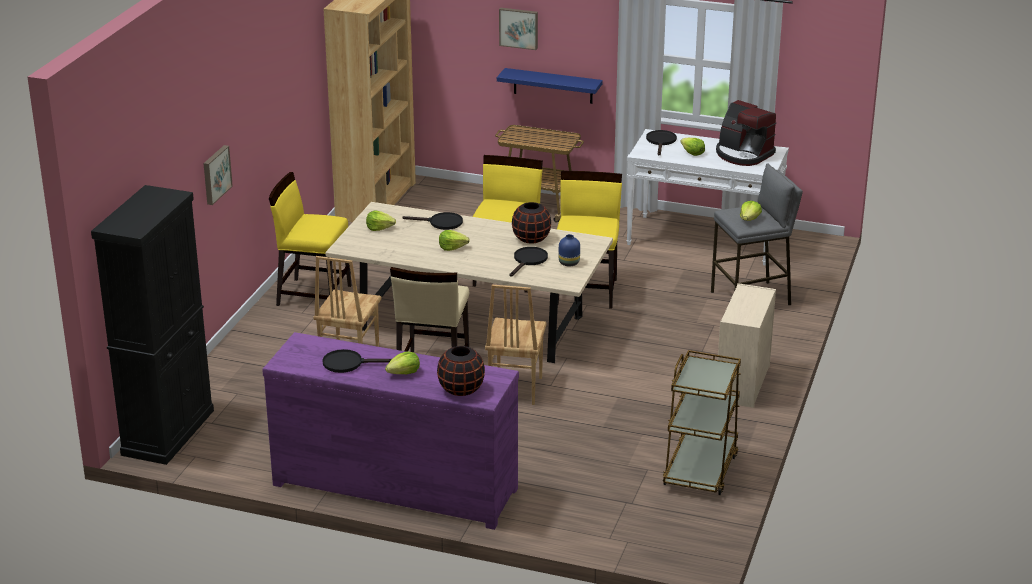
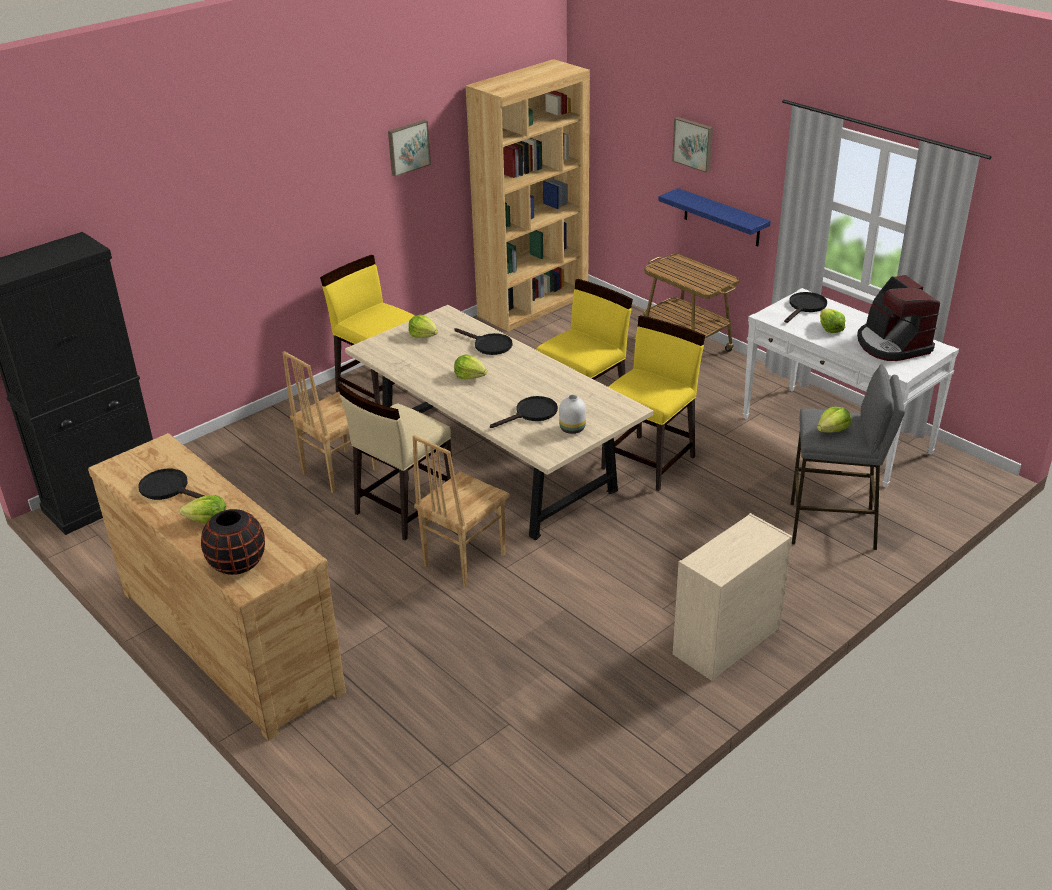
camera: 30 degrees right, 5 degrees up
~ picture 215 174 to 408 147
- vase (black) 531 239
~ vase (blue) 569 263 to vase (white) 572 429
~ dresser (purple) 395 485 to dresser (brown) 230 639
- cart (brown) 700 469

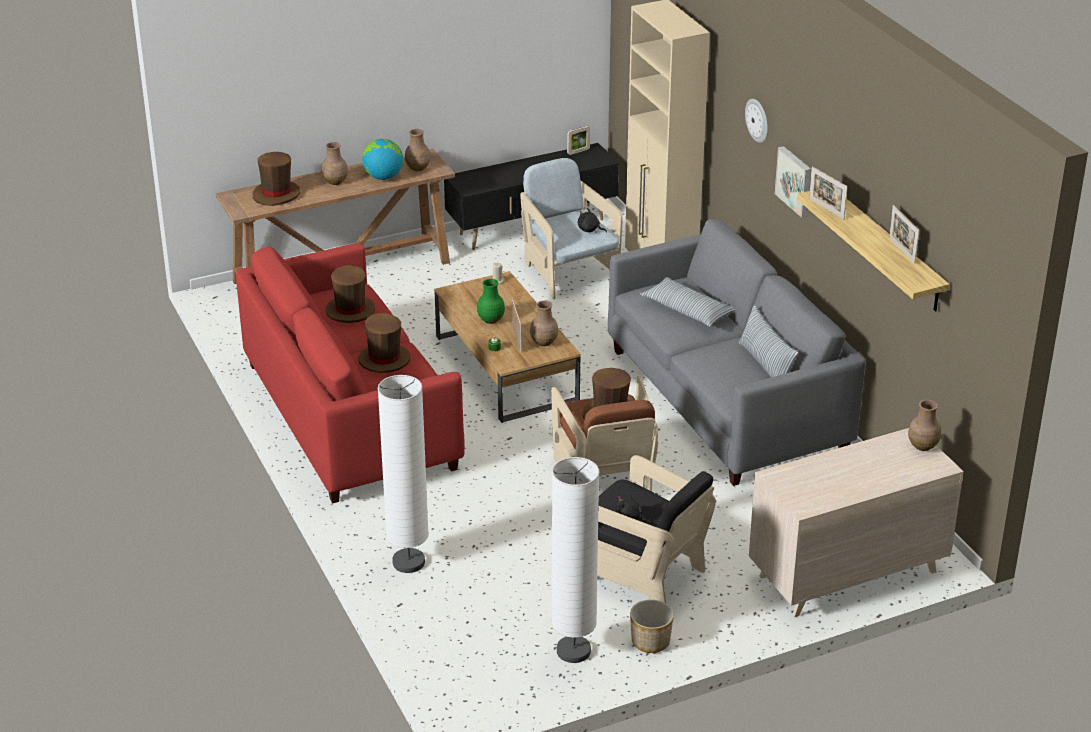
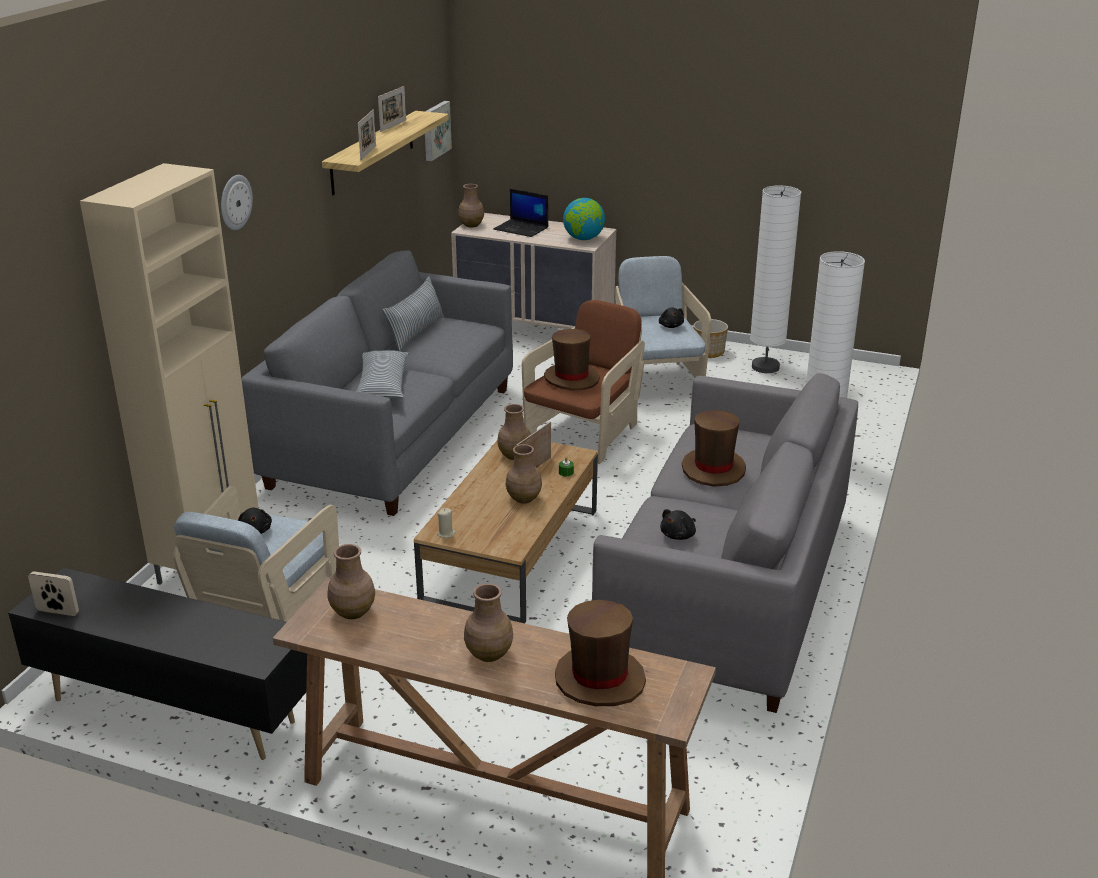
camera: 135 degrees left, 5 degrees down
~ globe 383 177 to 583 239
~ picture 795 181 to 435 130
~ sofa (red) 349 416 to sofa (grey) 728 590
~ hat (brown) 350 311 to plush toy (black) 679 535
~ vase (green) 490 320 to vase (brown) 524 498
~ armchair (black) 641 571 to armchair (beige) 655 380
+ laptop 522 228

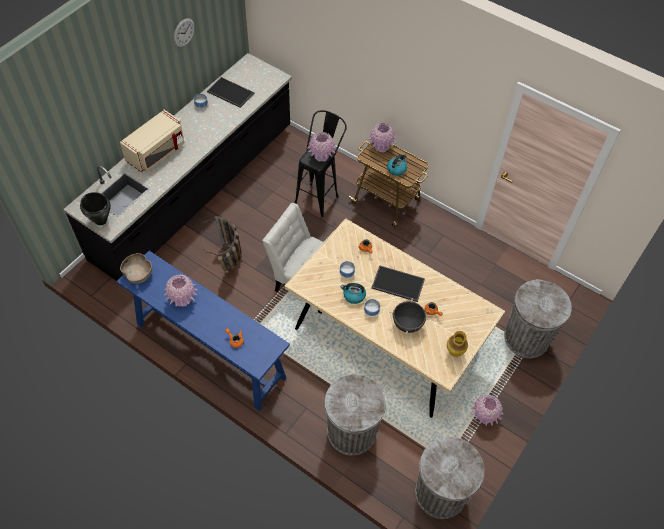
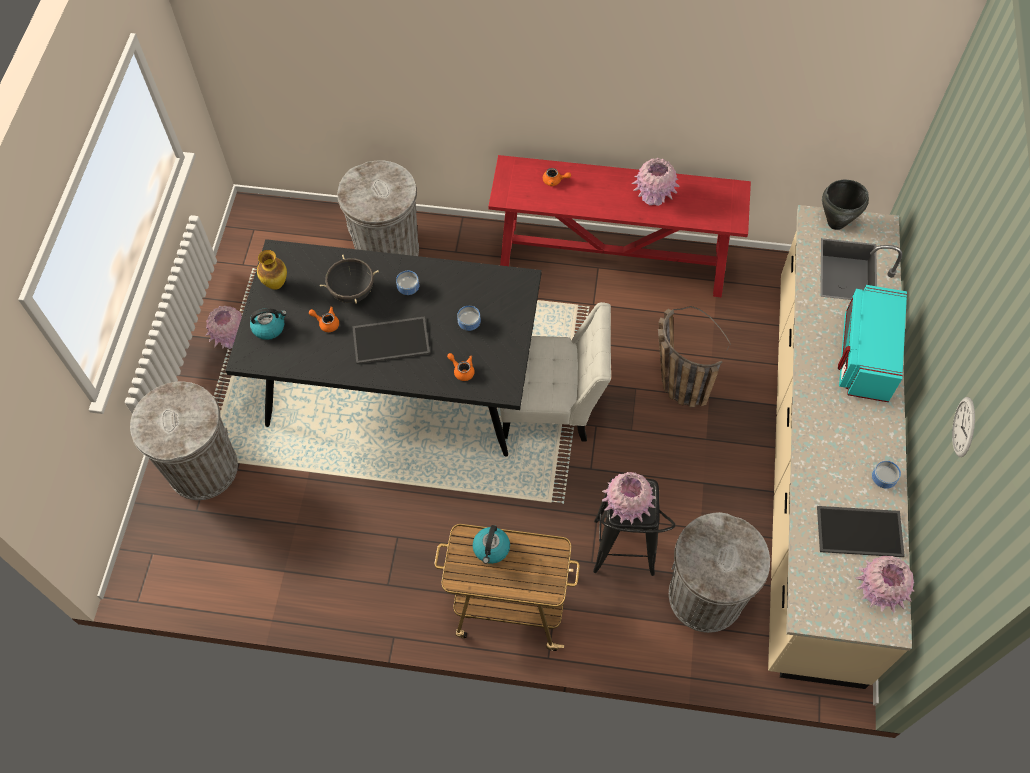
camera: 155 degrees right, 5 degrees up
~ counter (black) 196 191 to counter (beige) 815 467
~ microwave (beige) 157 152 to microwave (turquoise) 864 356
~ vase (pink) 381 147 to 878 591
~ dining table (beige) 388 337 to dining table (black) 397 379
~ console table (blue) 209 350 to console table (red) 613 261
- bowl (brown) 139 274
~ kettle 353 296 to 269 327
~ trash can (grey) 440 493 to 705 596

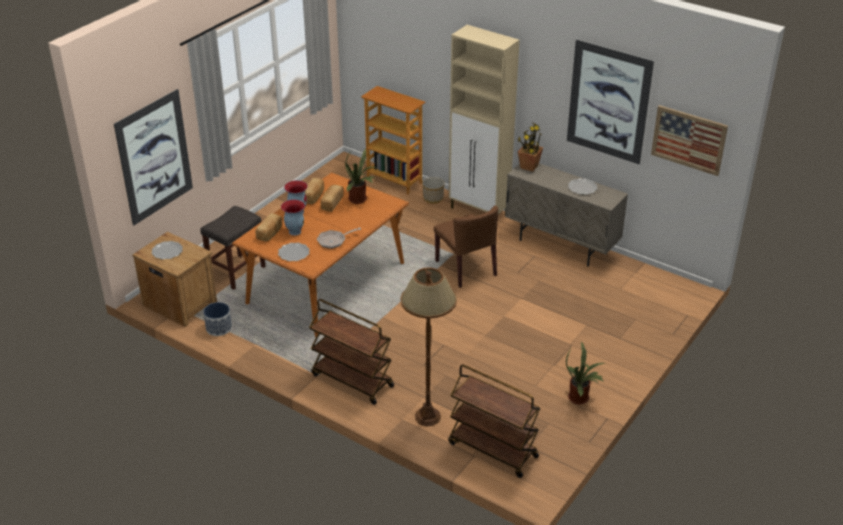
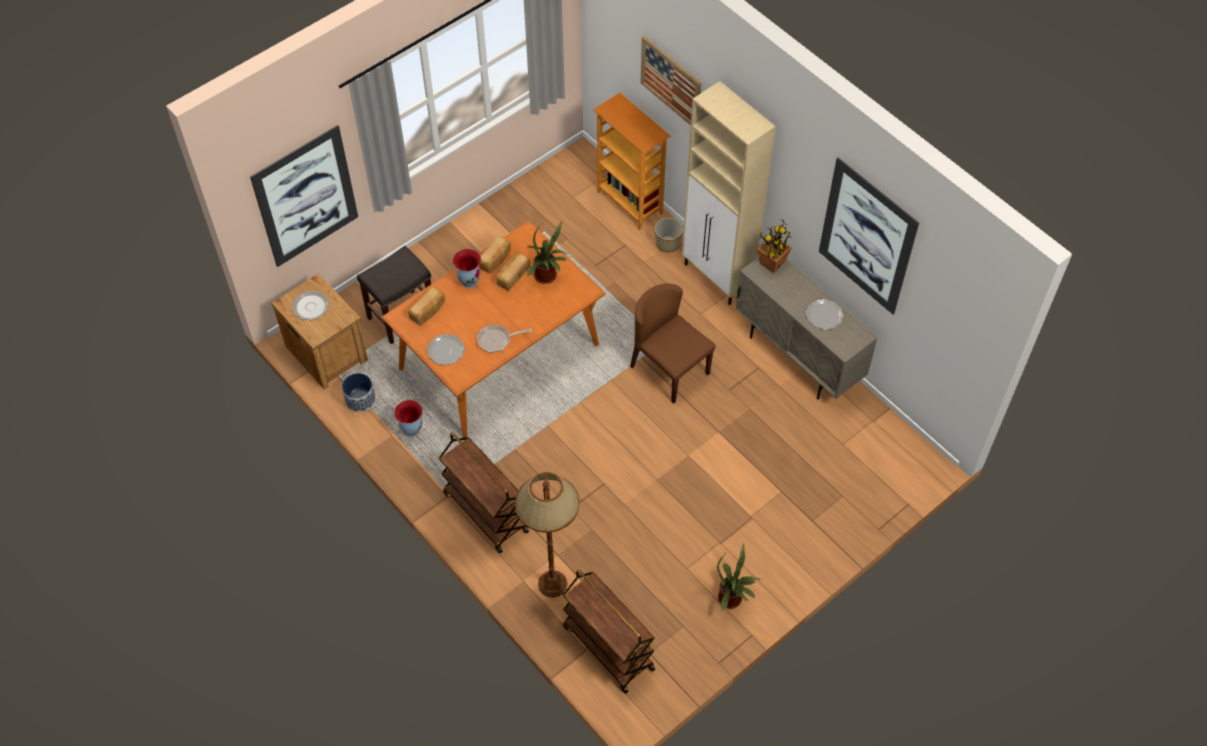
camera: 15 degrees right, 20 degrees up
~ picture 688 140 to 671 82
~ vase 294 231 to 412 430
~ chair (brown) 466 268 = 669 369 150 degrees clockwise

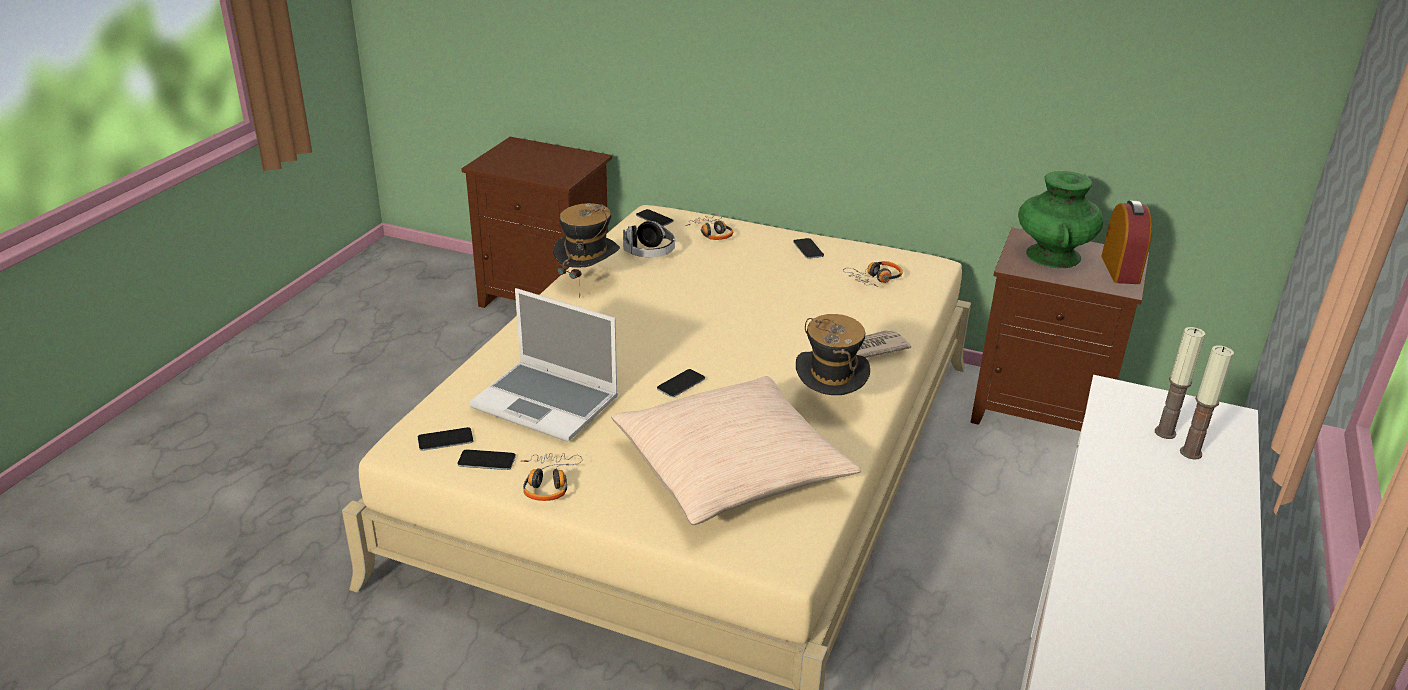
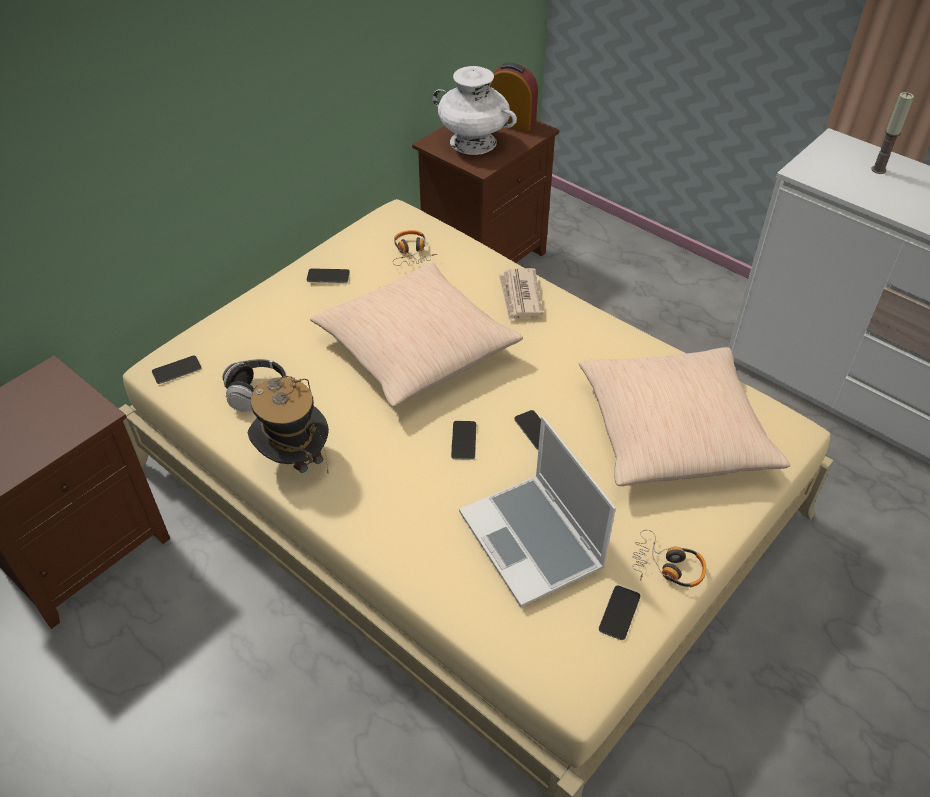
camera: 70 degrees left, 15 degrees up
~ vase (green) 1053 256 to vase (white) 473 142
- headphones 711 233
~ laptop 547 403 = 533 541 105 degrees clockwise
- hat 828 405
- candle 1165 432
~ phone 445 439 to 463 440
+ pillow (beige) 415 348

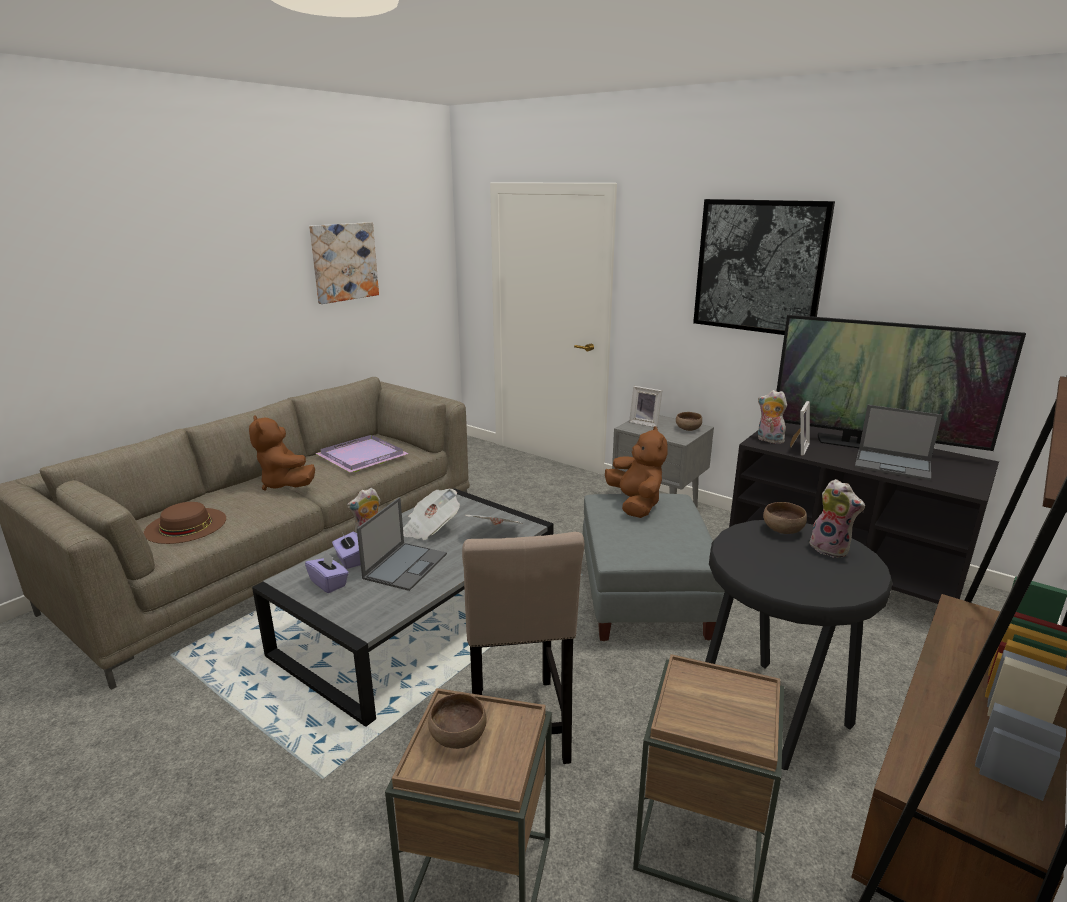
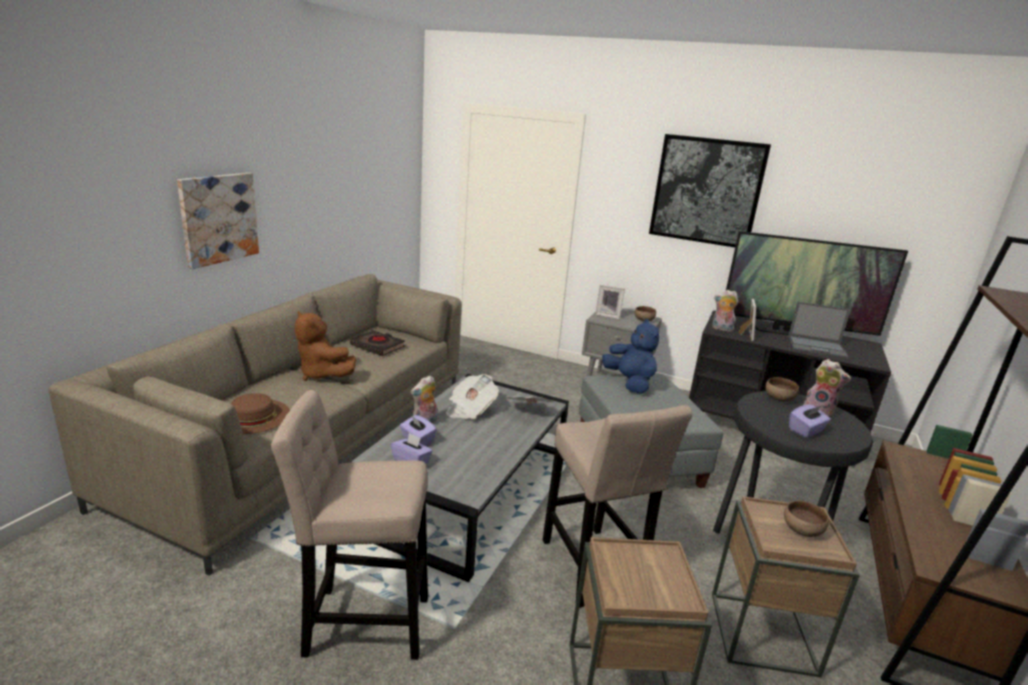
camera: 15 degrees left, 0 degrees up
~ picture 344 262 to 218 218
~ plush toy (brown) 635 504 to plush toy (blue) 629 383
~ tray (purple) 362 455 to book (black) 377 346
- laptop 405 565
~ bowl (brown) 457 737 to 801 531
+ stool (beige) 360 623
+ tissue box (purple) 806 431

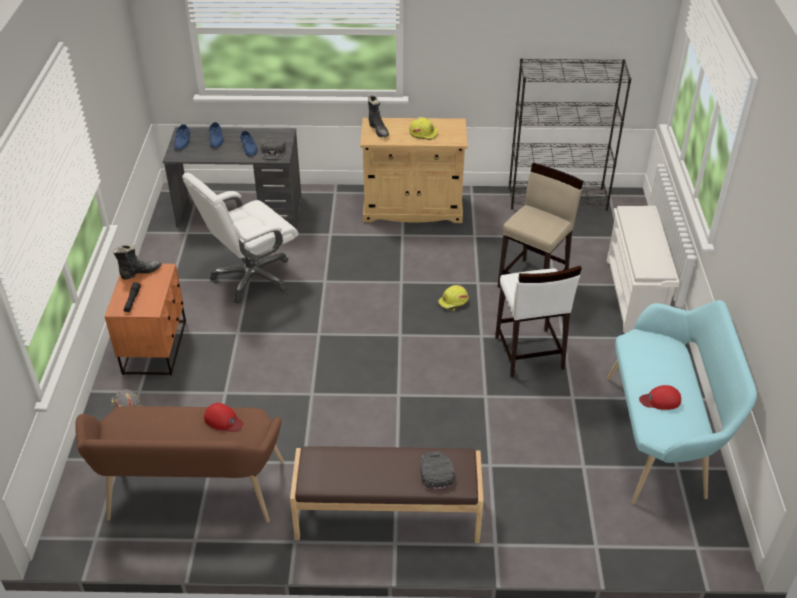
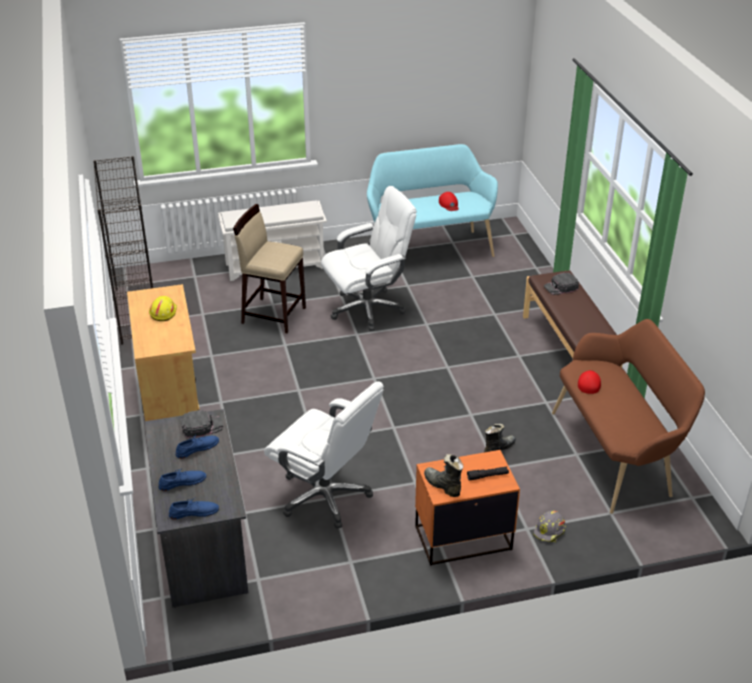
camera: 105 degrees left, 5 degrees down
~ boot (black) 378 130 to 498 449
~ stool (white) 528 353 to office chair (white) 367 309
- hard hat (yellow) 453 302

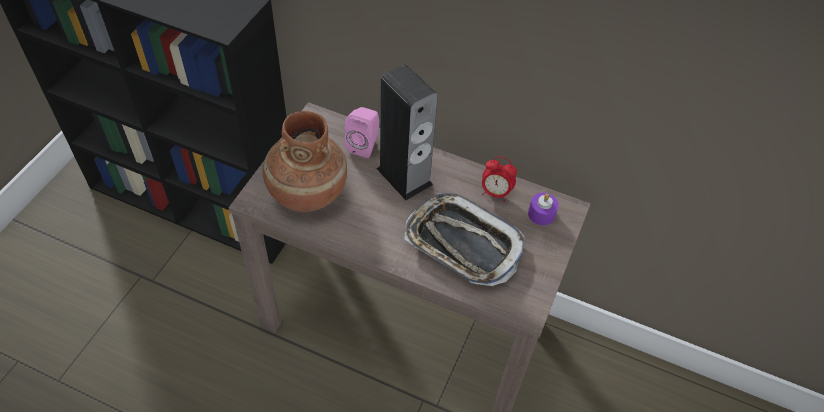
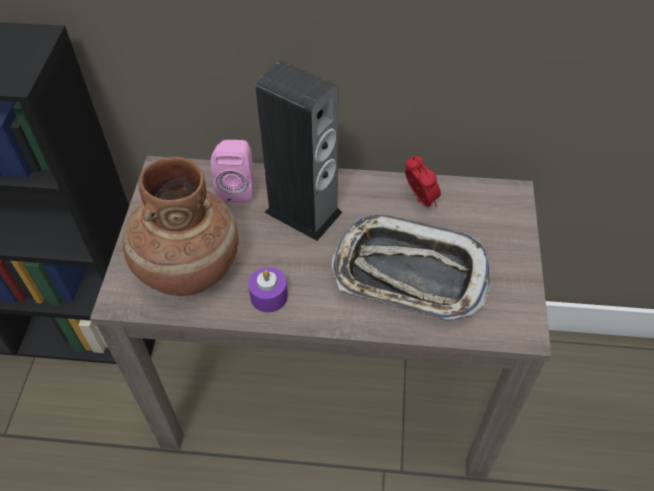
camera: 15 degrees left, 0 degrees up
~ alarm clock 495 193 = 420 200 120 degrees counterclockwise
~ candle (purple) 541 214 to 269 296

